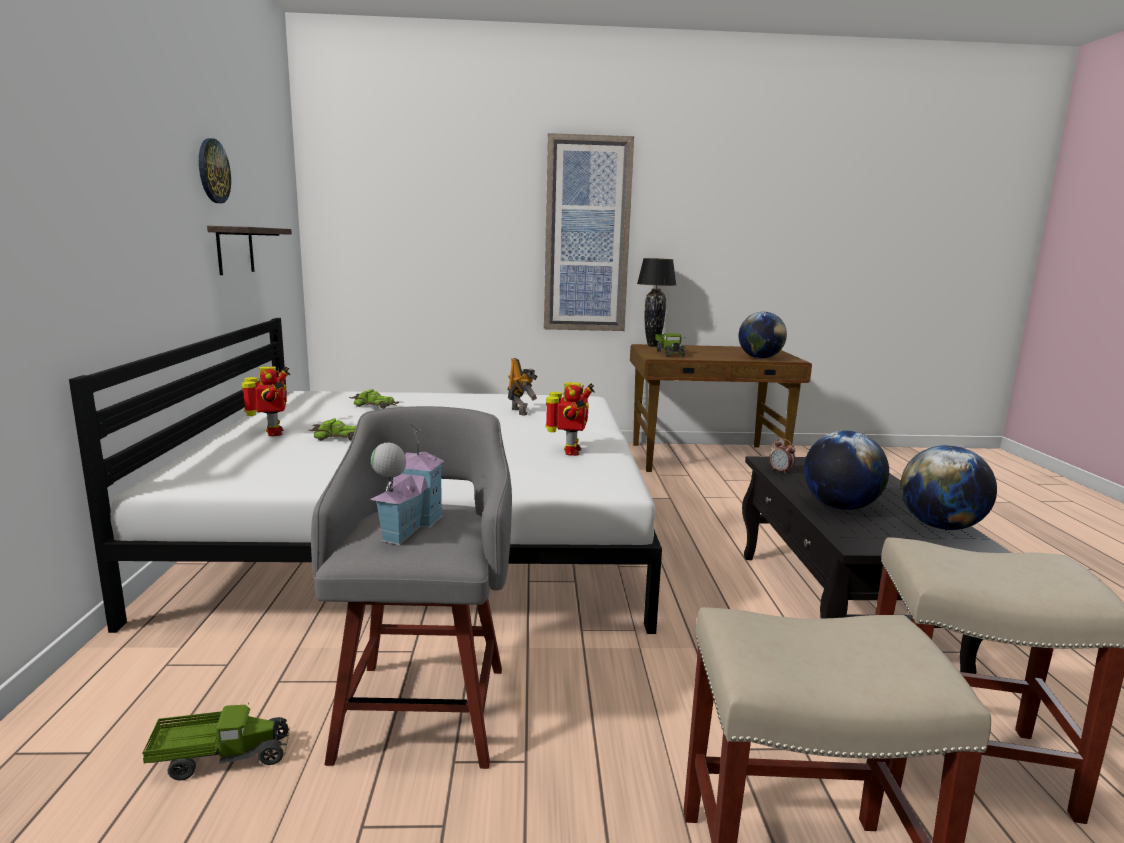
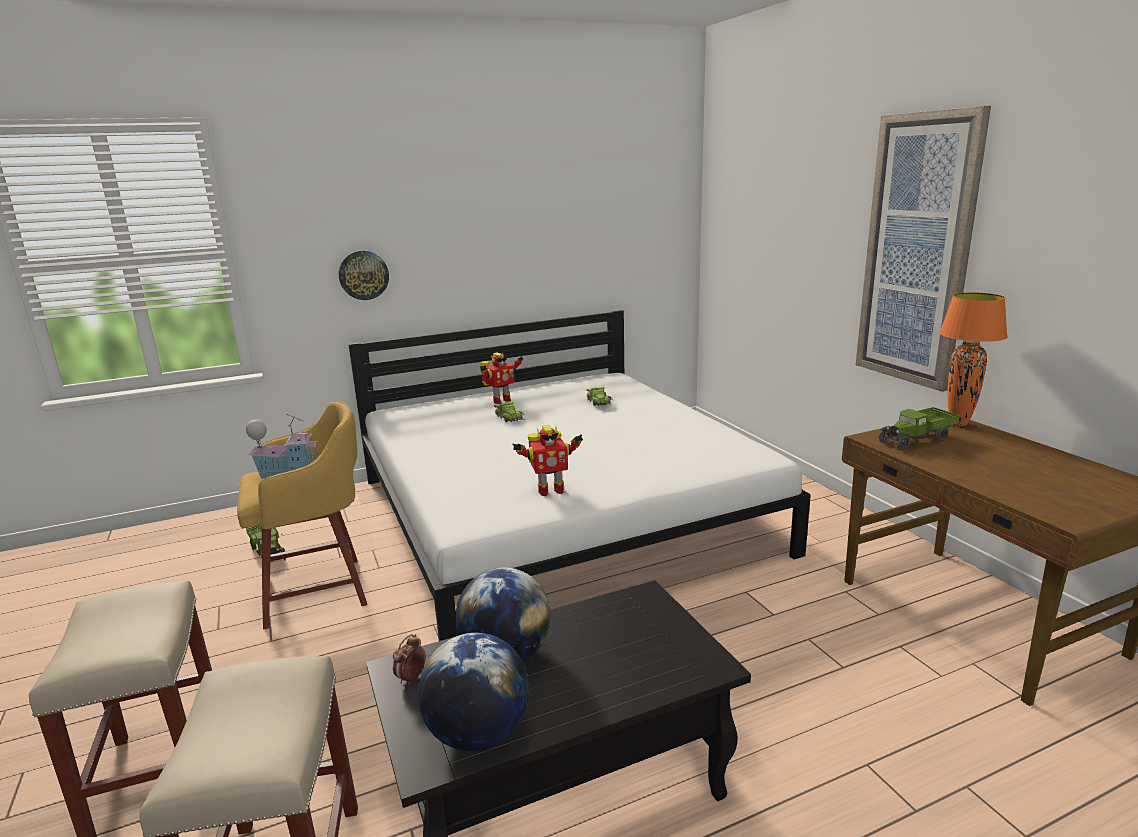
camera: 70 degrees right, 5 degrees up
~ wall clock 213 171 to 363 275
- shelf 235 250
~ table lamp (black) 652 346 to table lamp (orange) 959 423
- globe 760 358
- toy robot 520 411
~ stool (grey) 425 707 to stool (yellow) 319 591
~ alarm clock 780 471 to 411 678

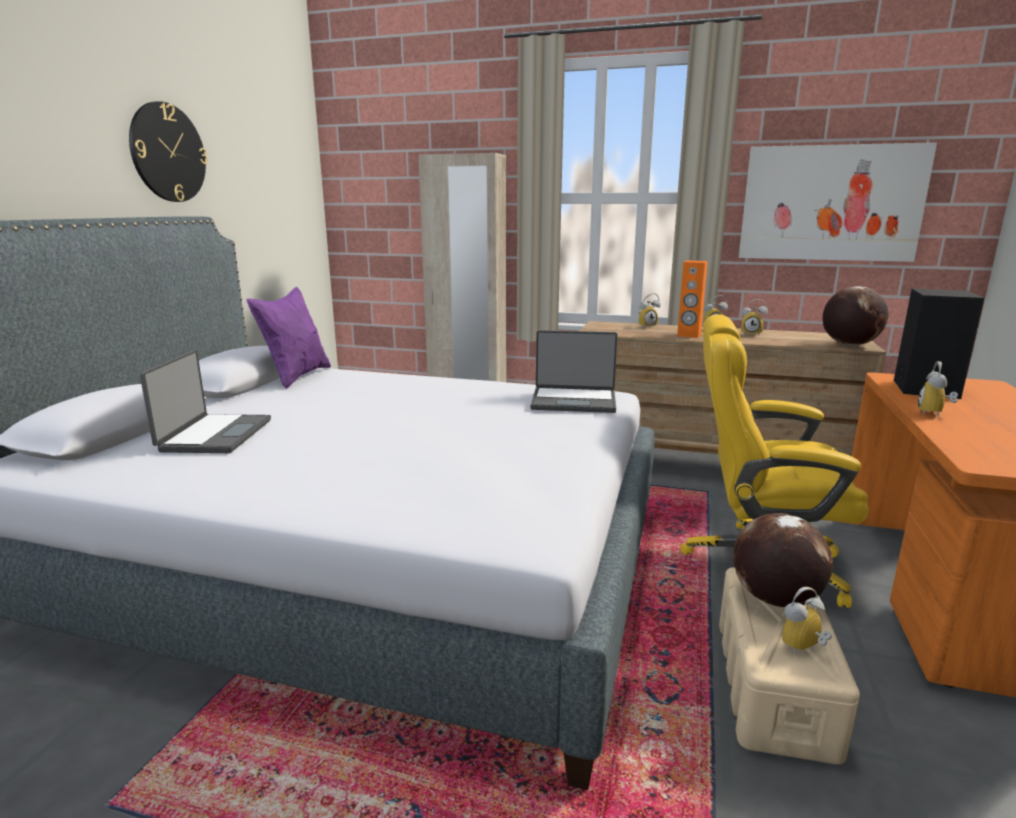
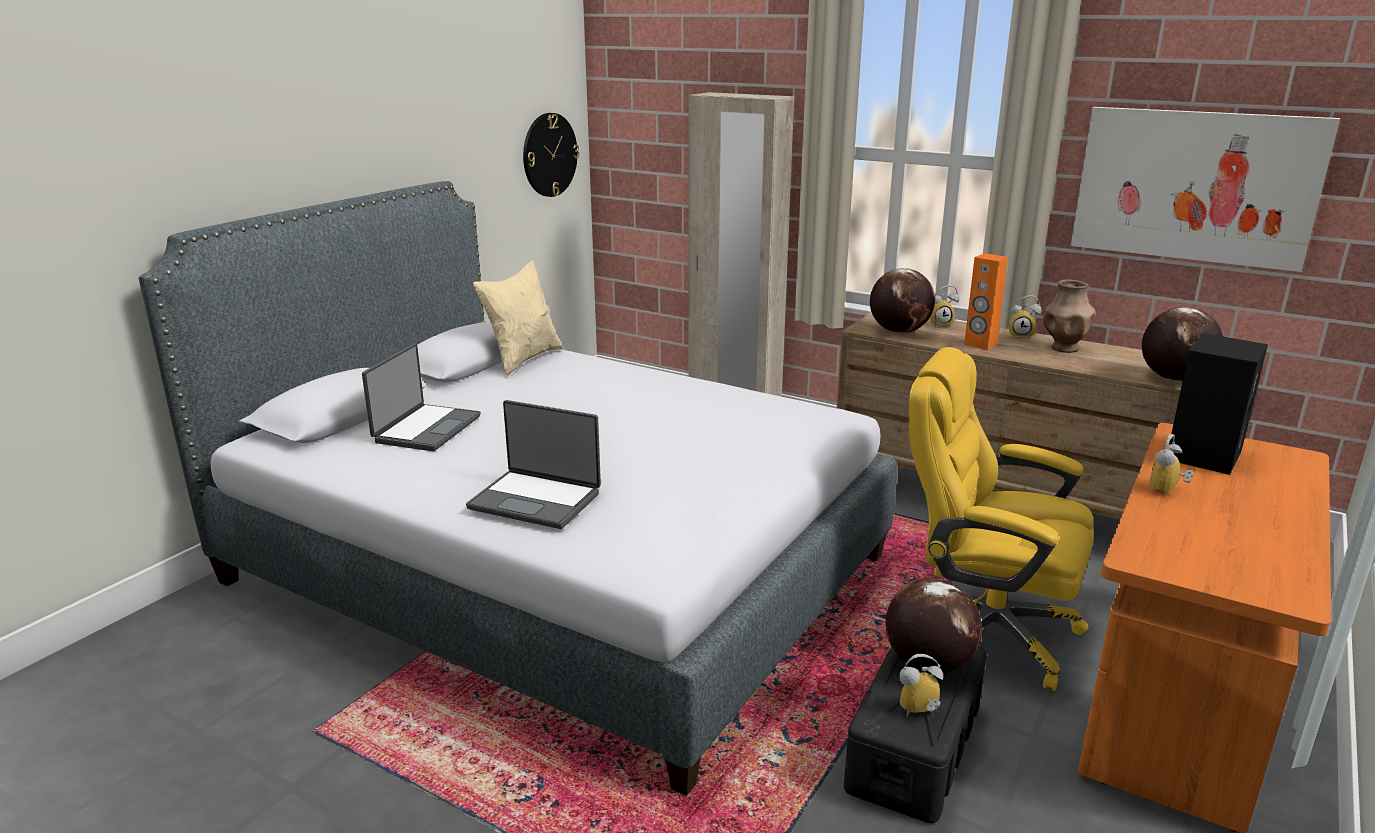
camera: 15 degrees right, 5 degrees up
~ wall clock 168 153 to 549 155
~ pillow (purple) 296 376 to pillow (beige) 523 360
~ alarm clock 751 334 to vase (brown) 1063 348
~ laptop 574 401 to 536 500
~ storage box (beige) 773 686 to storage box (black) 914 749
+ globe 899 331

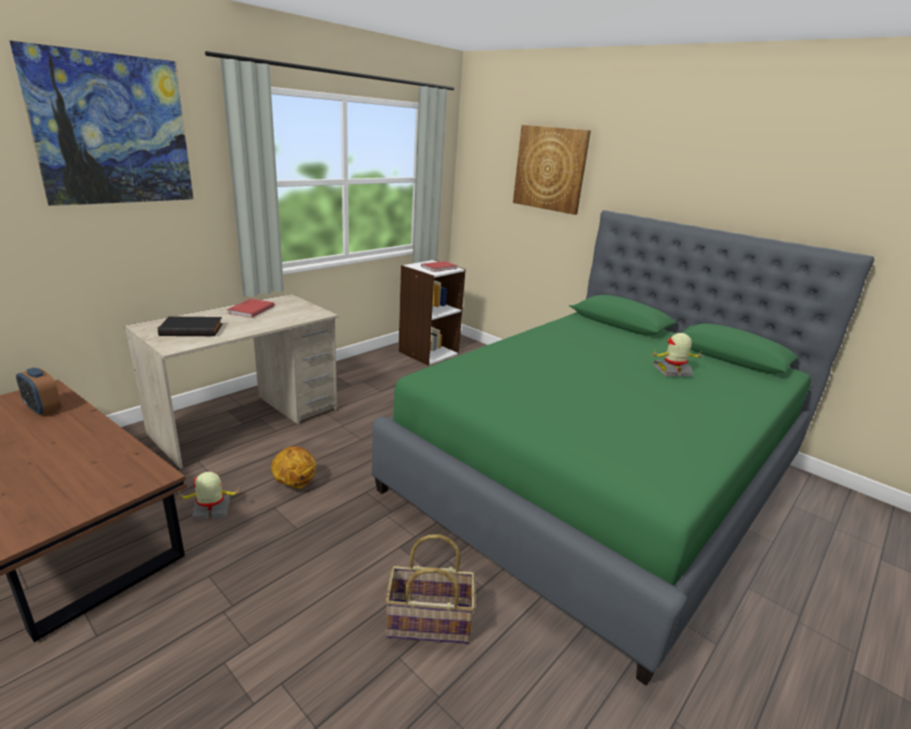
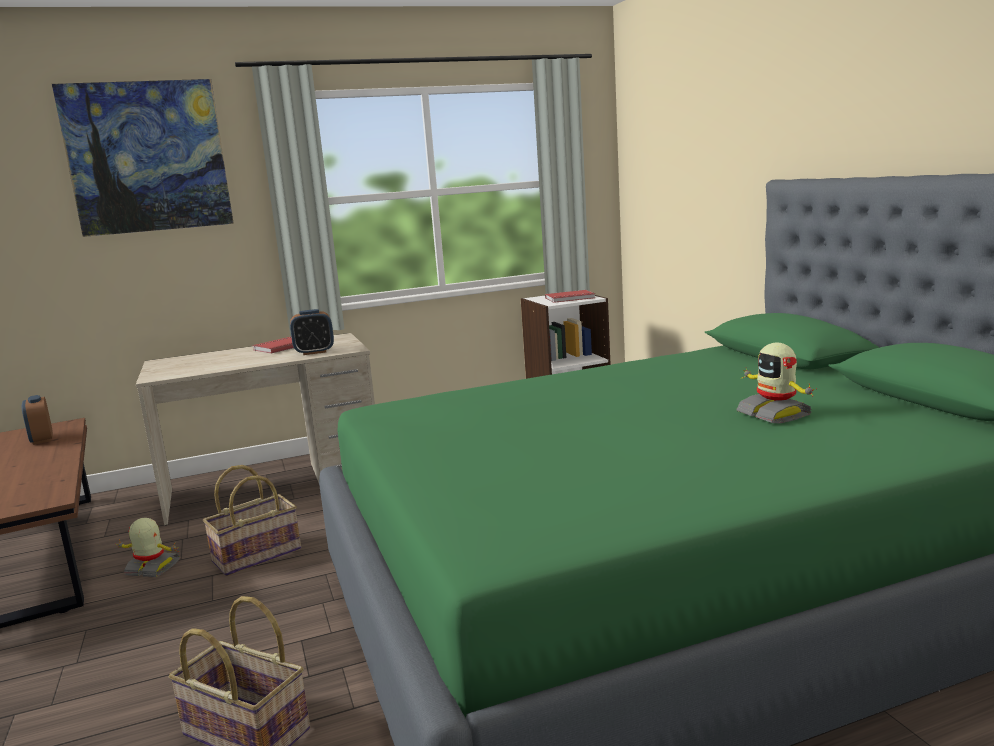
camera: 30 degrees right, 10 degrees down
- picture 550 169
- book (black) 192 329
~ toy robot 672 371 = 774 414 135 degrees counterclockwise
~ basketball 294 484 to basket 257 555
+ alarm clock 314 352

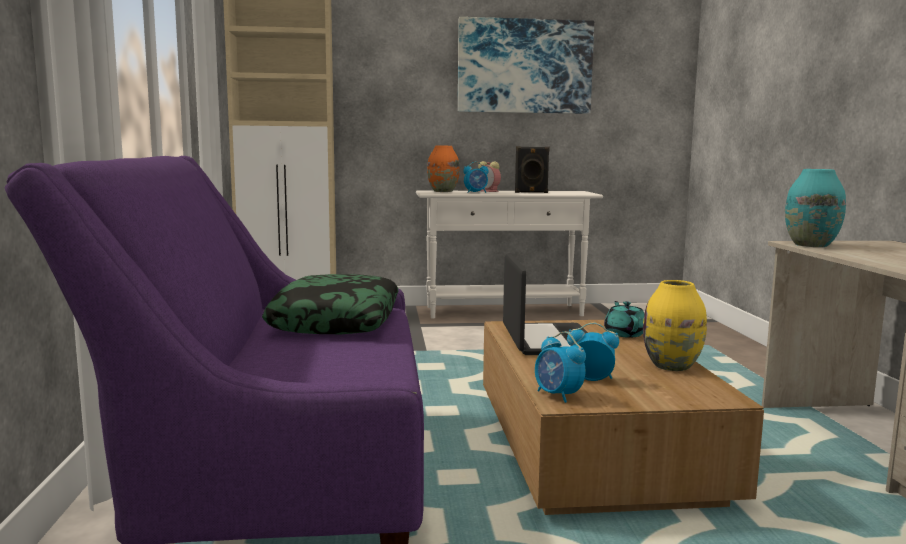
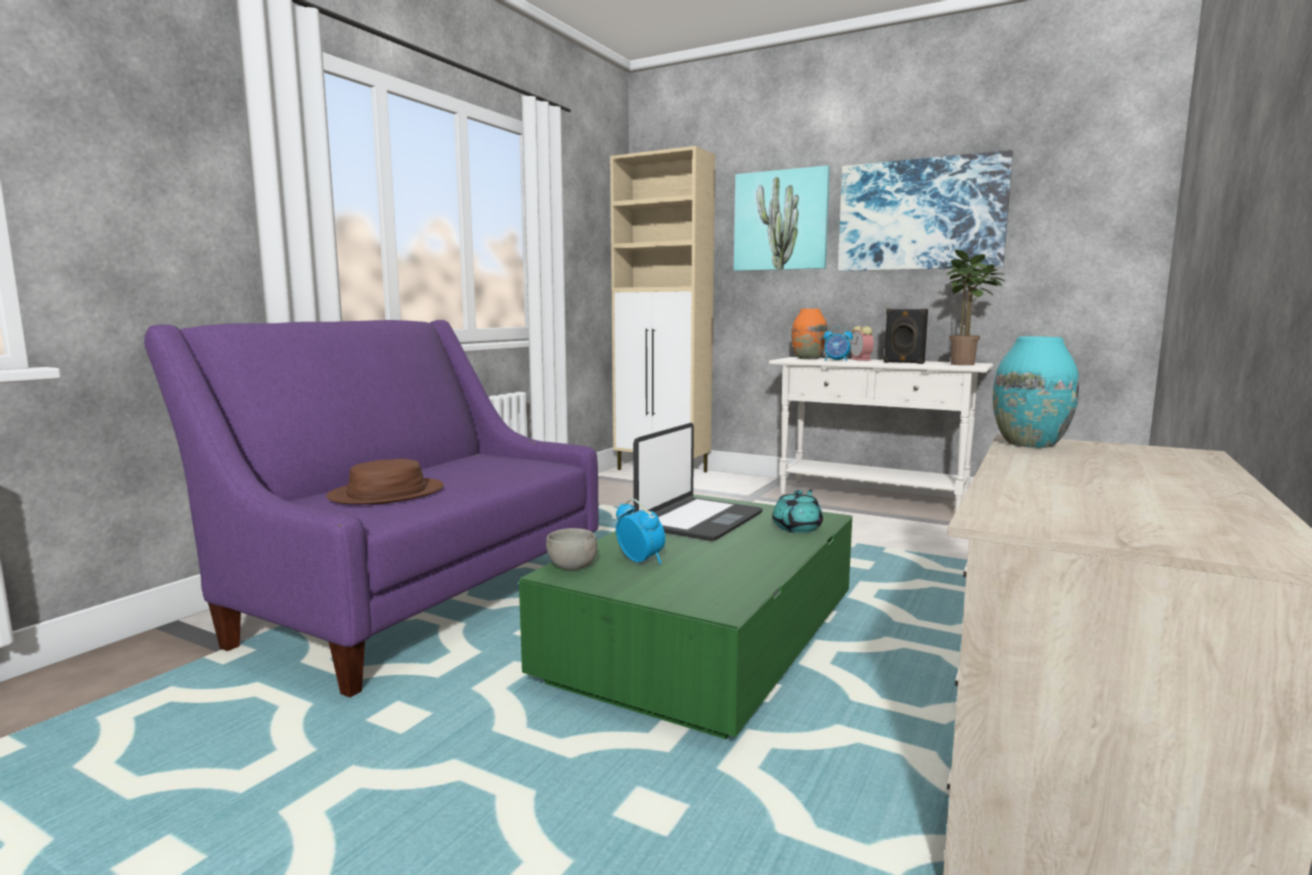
camera: 35 degrees right, 0 degrees up
- pillow 337 321
- vase (yellow) 672 366
~ coffee table (brown) 592 445 to coffee table (green) 706 641
~ alarm clock 558 395 to bowl (grey) 573 567
+ picture 780 220
+ potted plant 965 364
+ hat (brown) 387 494

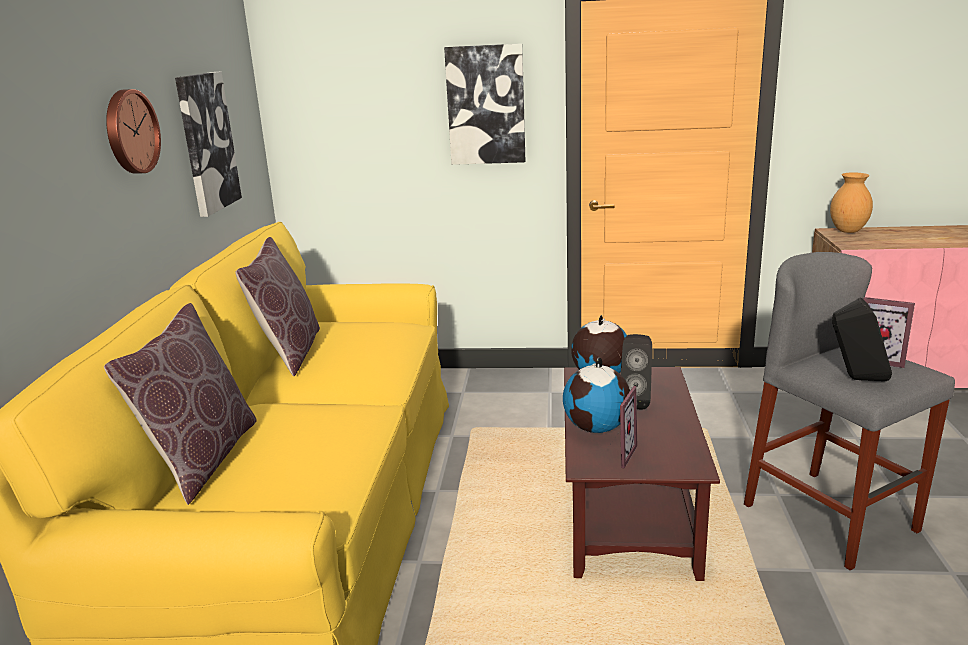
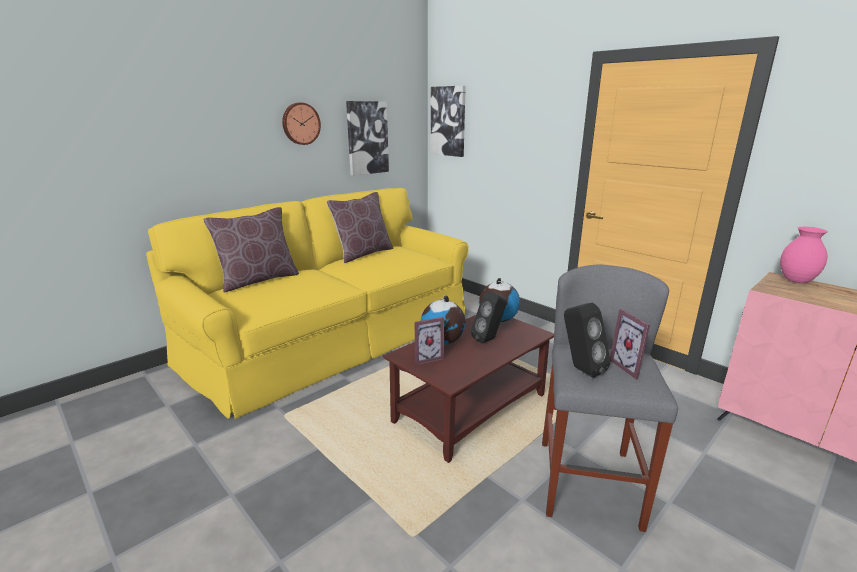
camera: 40 degrees right, 0 degrees up
~ picture 486 105 to 448 121
~ vase (brown) 847 231 to vase (pink) 796 280

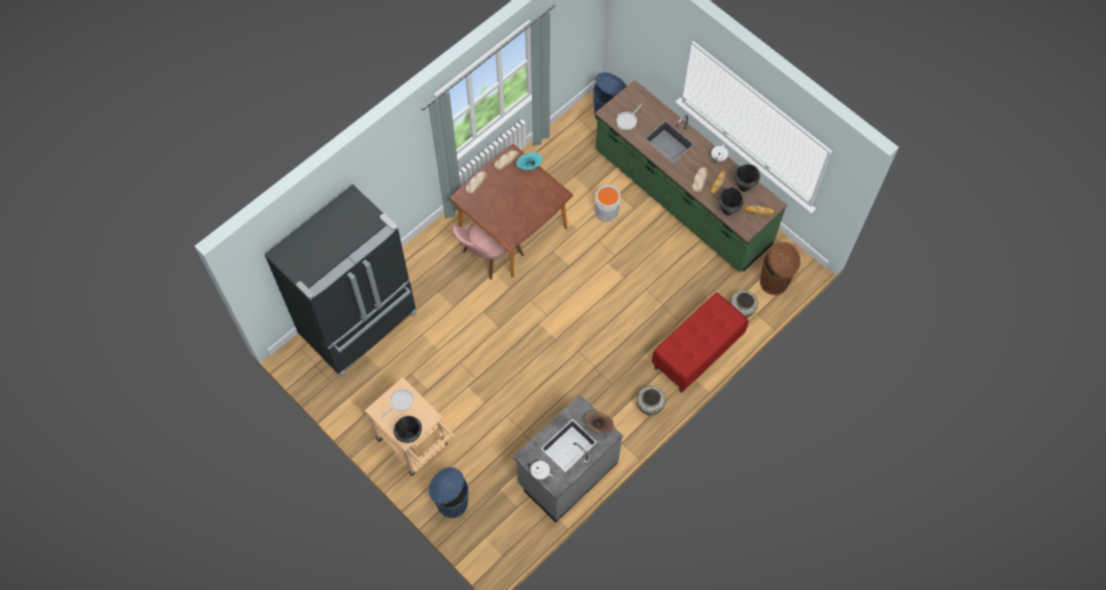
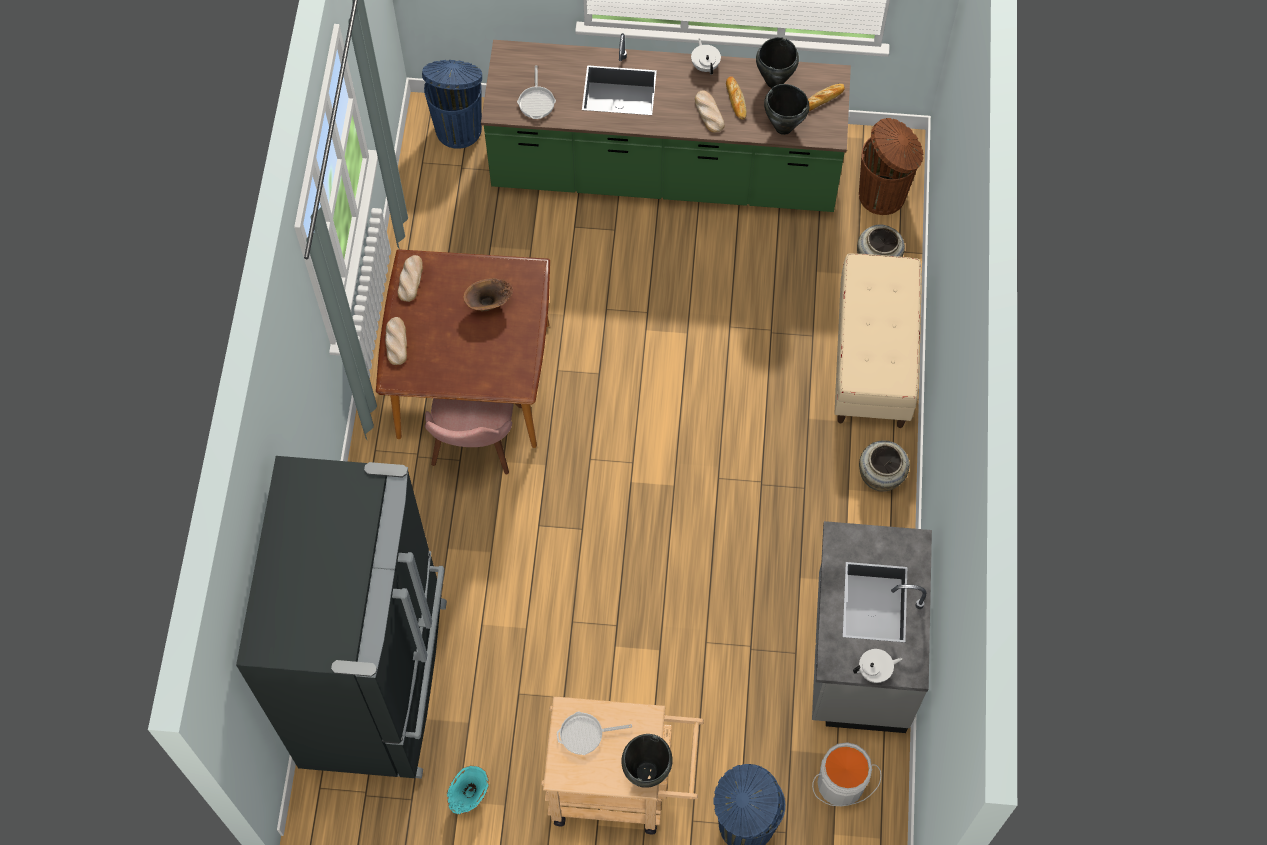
camera: 40 degrees left, 0 degrees up
~ vase (turquoise) 529 167 to 468 796
~ bucket (grey) 606 212 to 841 786
~ bench (red) 697 352 to bench (beige) 873 359
~ frying pan 400 402 = 585 734 105 degrees counterclockwise
~ vase (brown) 599 427 to 490 305

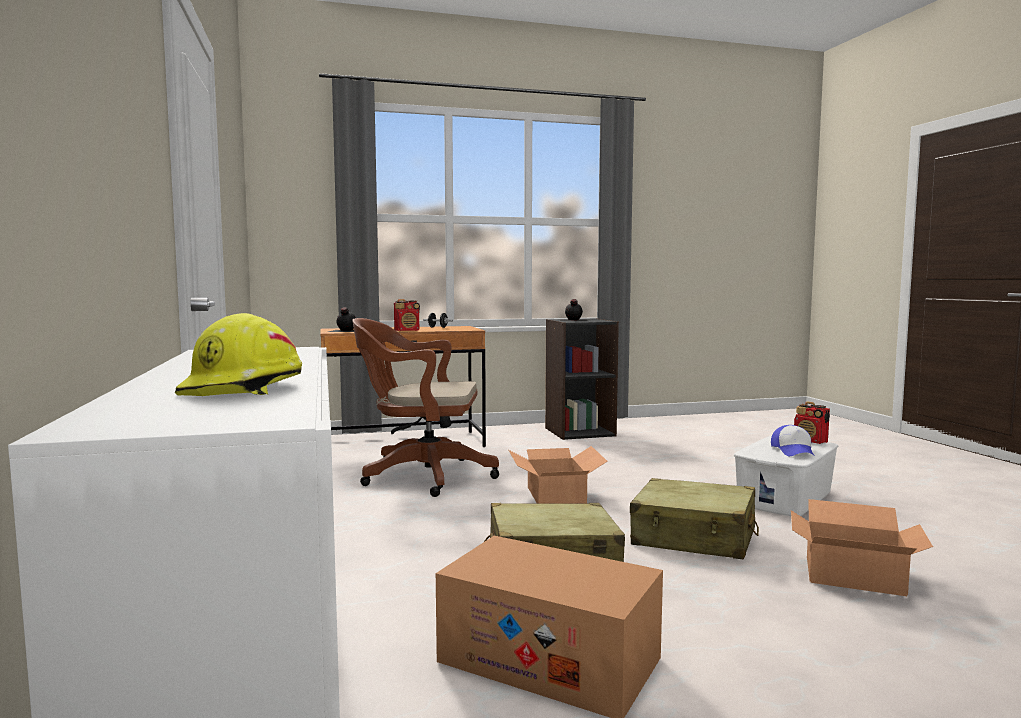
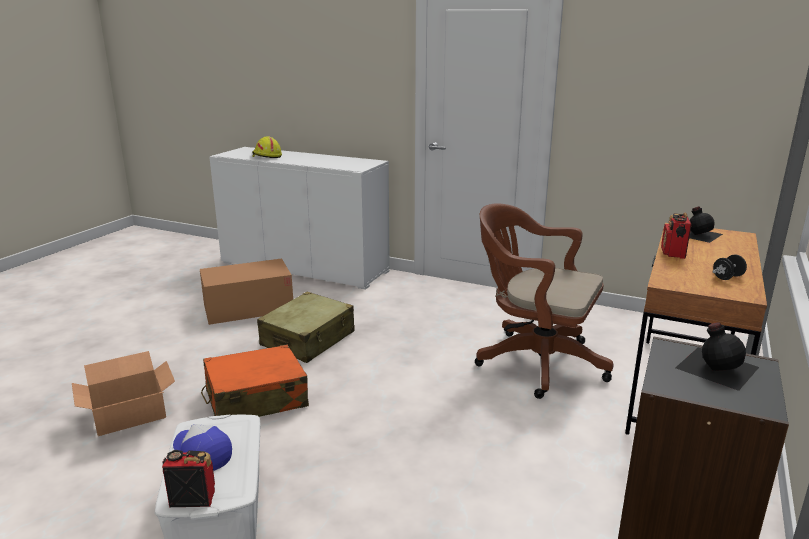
camera: 130 degrees right, 15 degrees up
~ office chair (brown) 421 476 = 534 361 105 degrees counterclockwise
- cardboard box 556 495
~ suitcase (beige) 694 538 to suitcase (orange) 256 399

